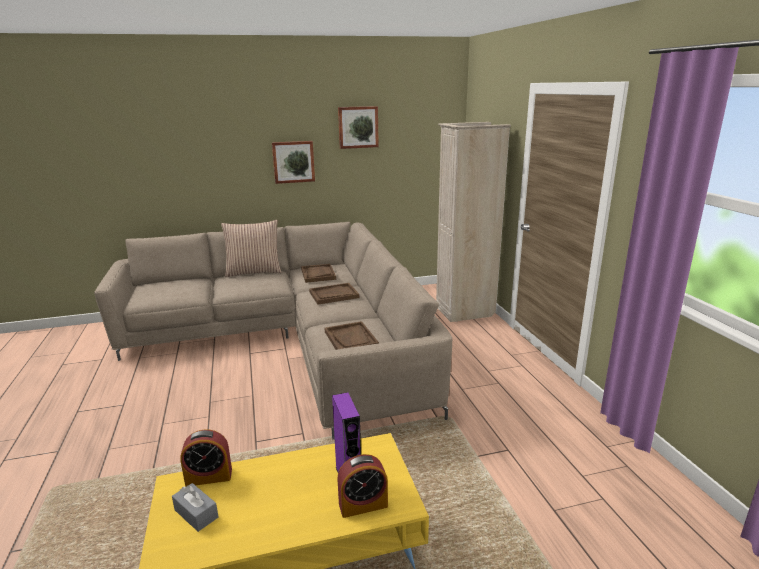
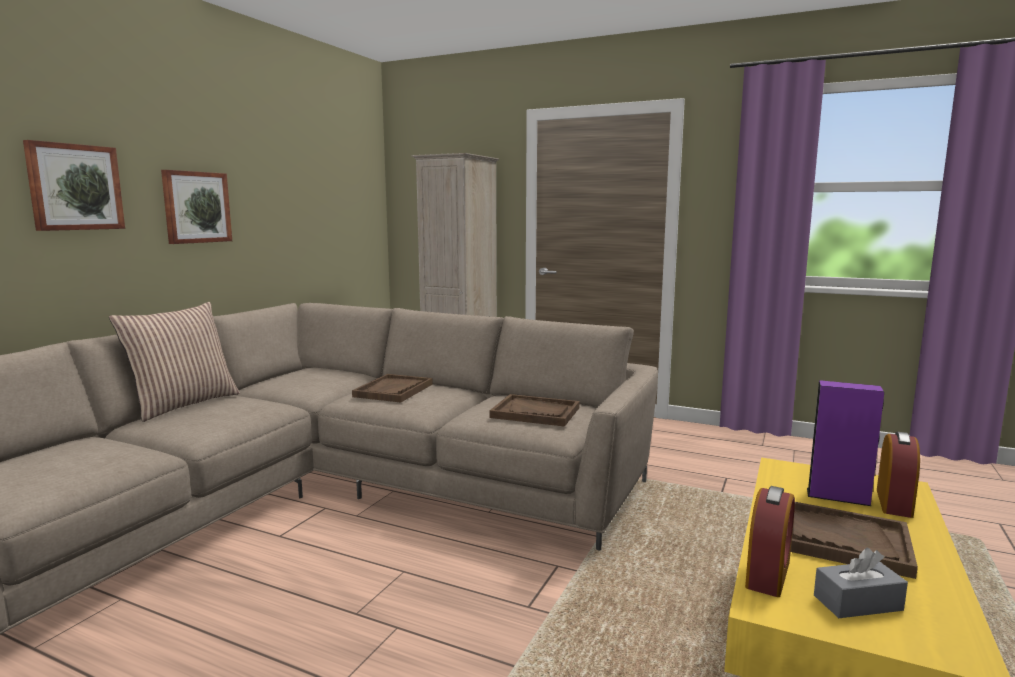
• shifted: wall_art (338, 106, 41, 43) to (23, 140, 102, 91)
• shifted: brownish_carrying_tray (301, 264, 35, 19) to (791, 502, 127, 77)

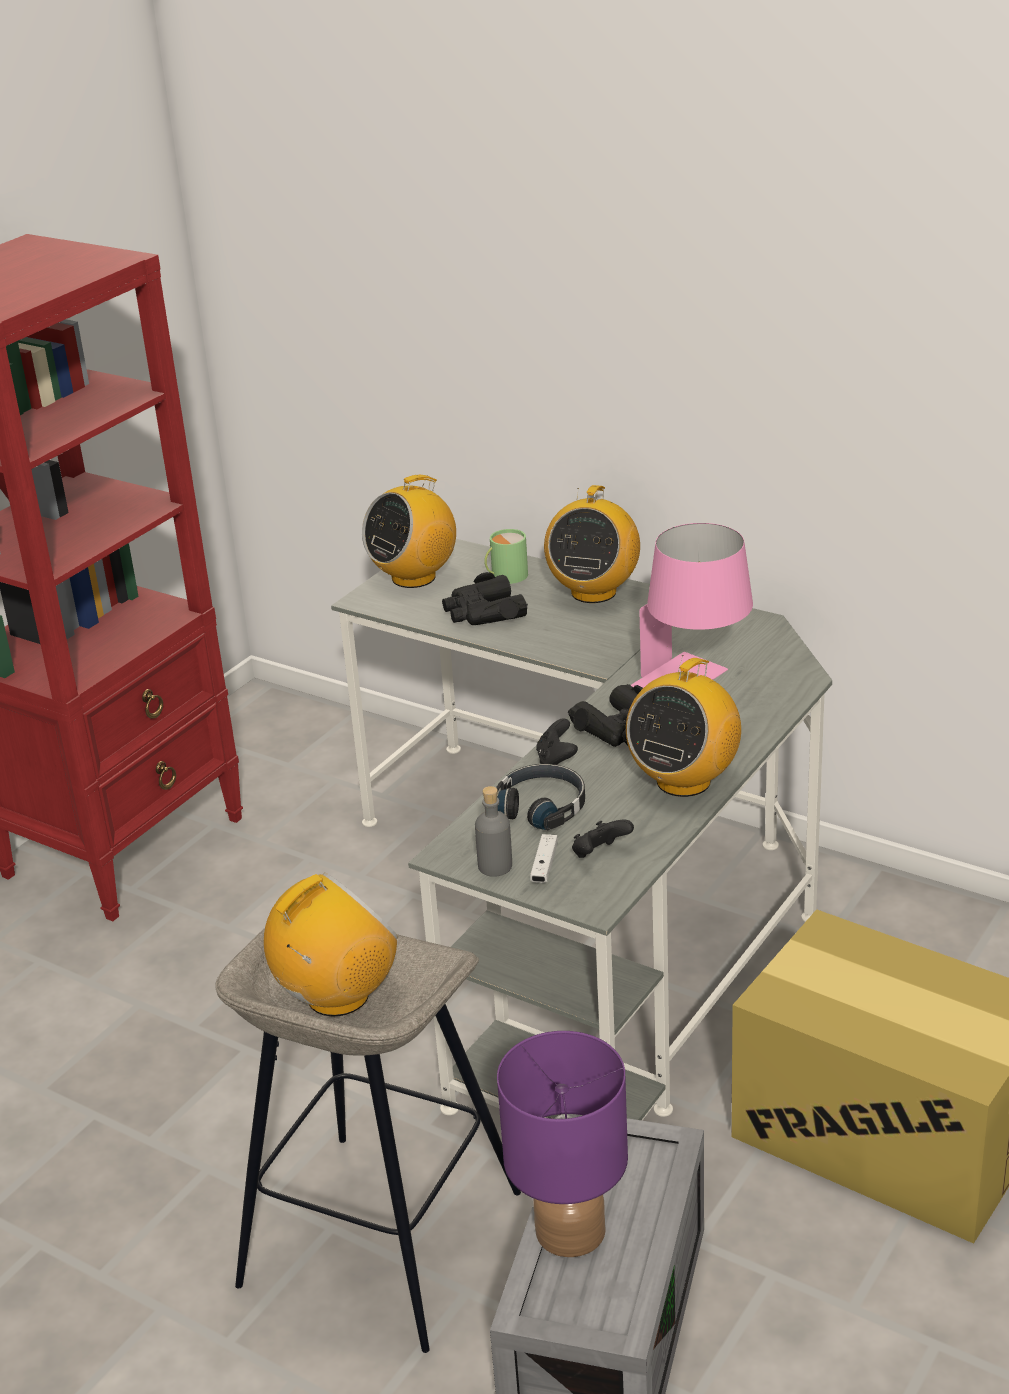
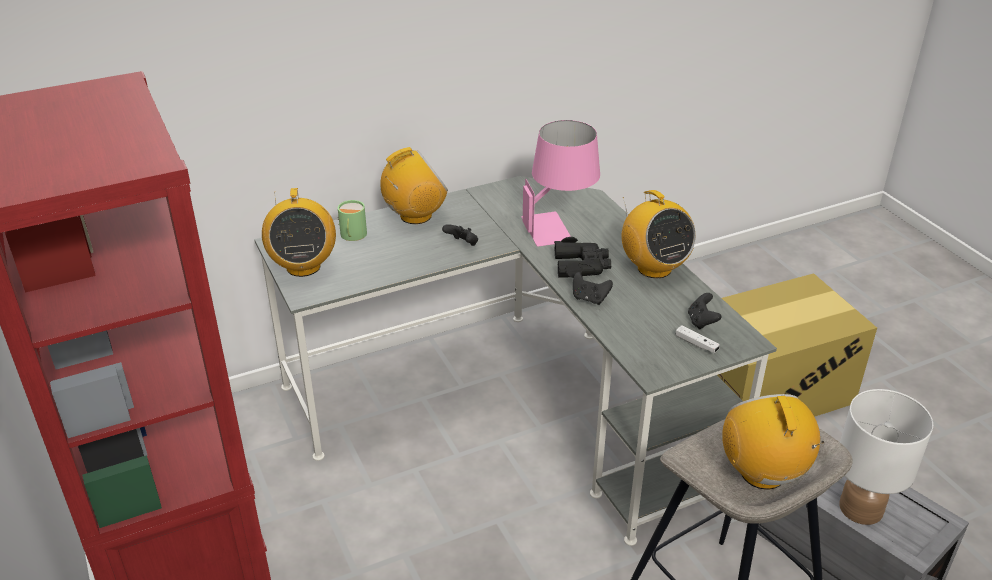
• rotated: radio (544, 485, 96, 118) = (380, 147, 68, 77) 75 degrees counterclockwise
• gone: black-coloured_pair_of_binoculars (442, 572, 86, 53)
• gone: black-coloured_headphones (496, 764, 89, 67)
• gone: gray_bottle (475, 786, 37, 91)
• repainted: purplish_lamp_for_a_table (497, 1031, 131, 226) to white-coloured_lamp_for_a_table (839, 389, 94, 136)
• new: black-coloured_gamepad (442, 224, 36, 22)

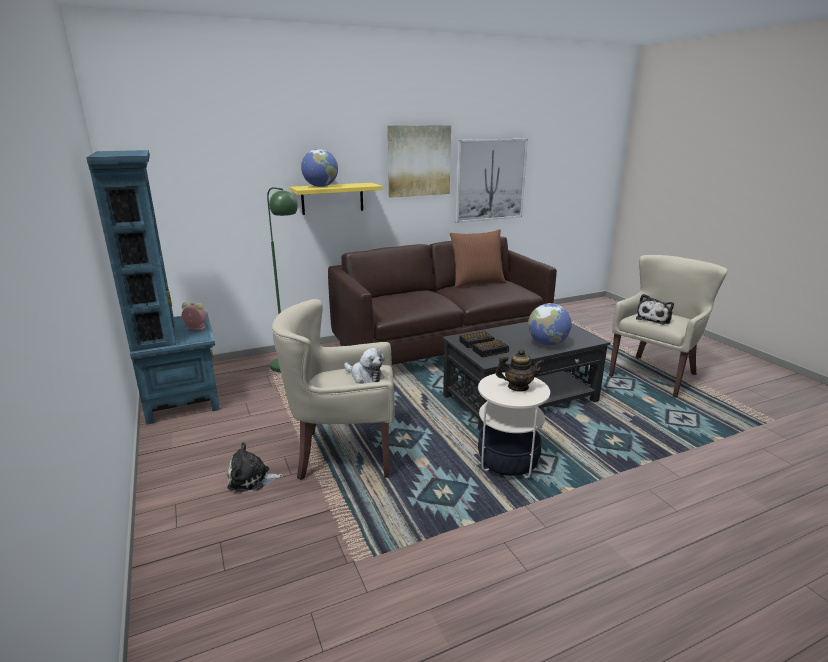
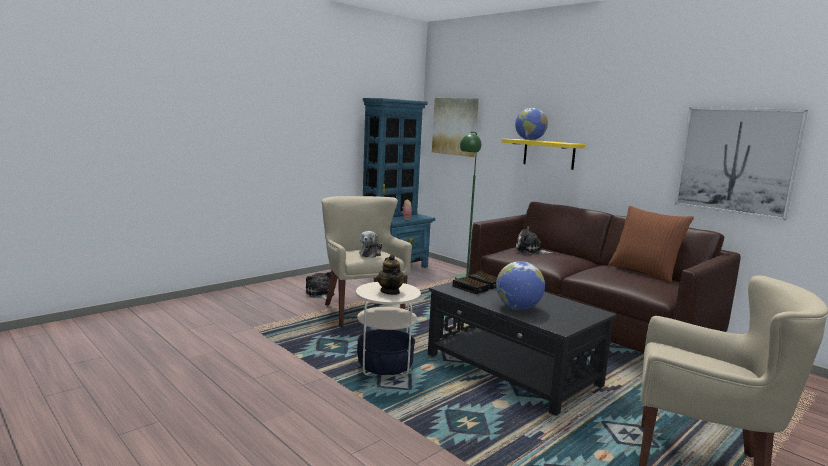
• shifted: wall_art (387, 125, 64, 73) to (432, 98, 47, 59)
• shifted: soft_toy (636, 294, 38, 30) to (516, 226, 36, 28)

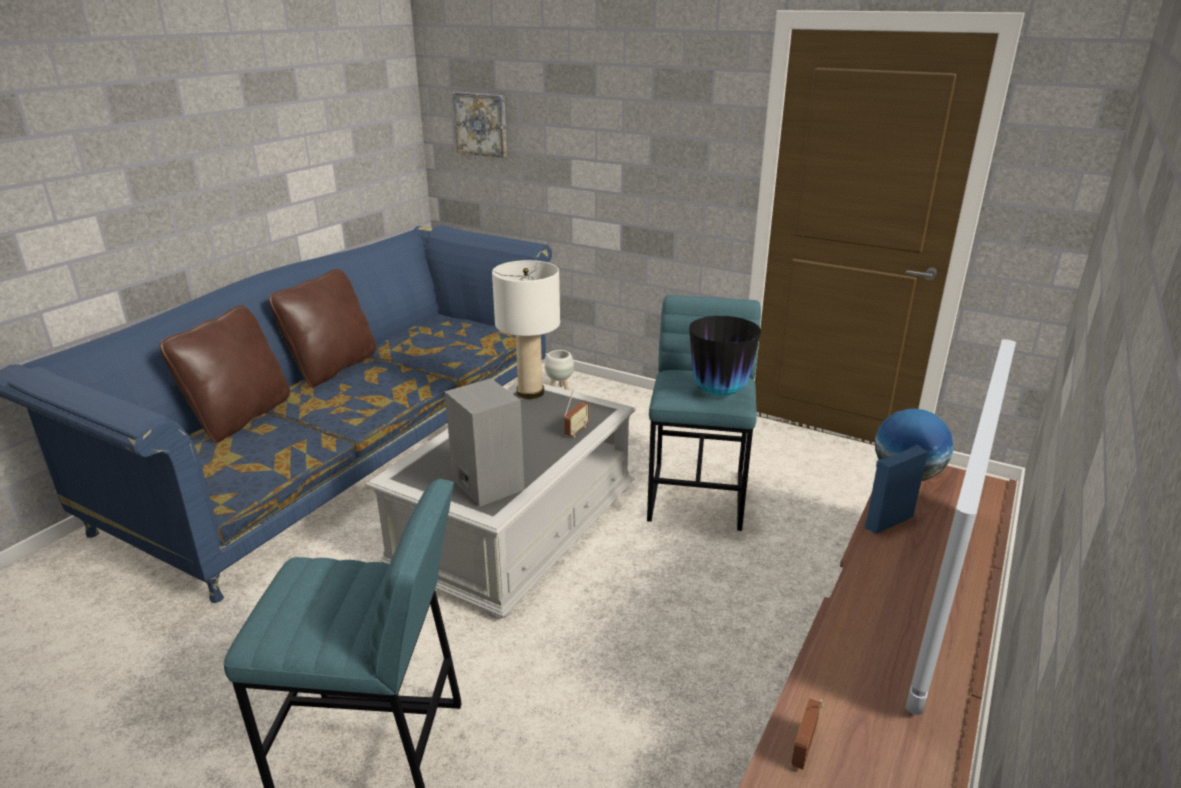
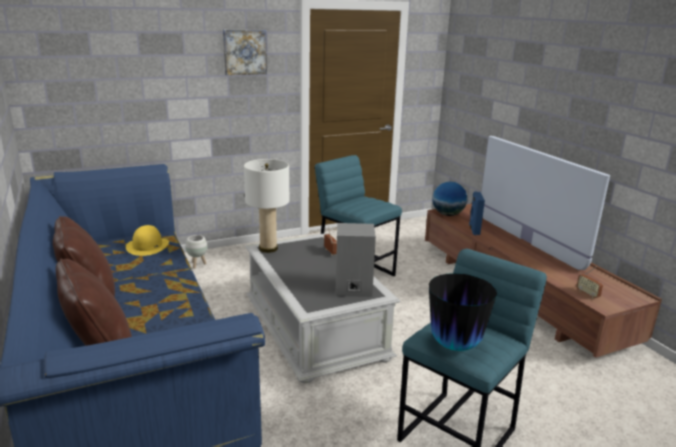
• shifted: wall_art (453, 92, 54, 66) to (223, 30, 44, 45)
• shifted: decorative_vase (689, 316, 72, 80) to (429, 273, 68, 78)
• new: yellowish_hat (126, 225, 43, 31)

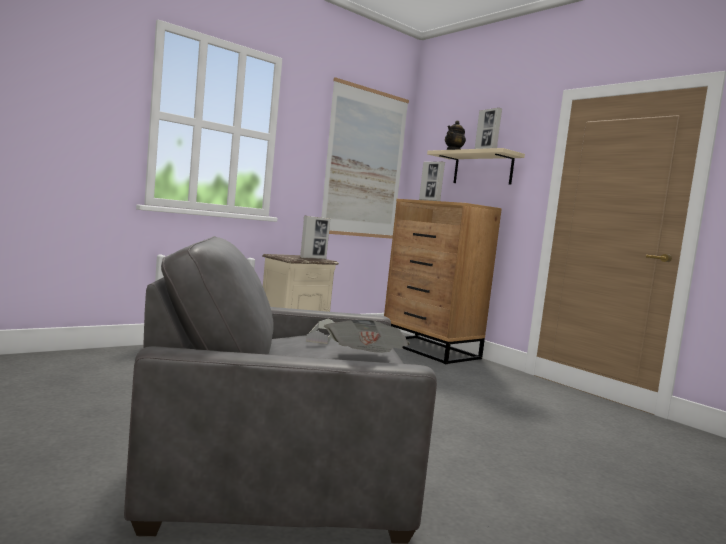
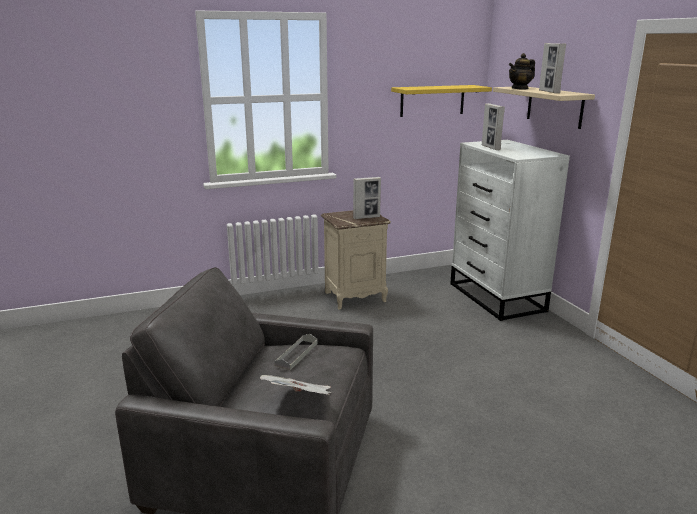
• swapped: wall_art (321, 77, 88, 162) to yellowish_bracket_shelf (391, 85, 101, 32)
• repainted: brownish_drawer_chest (384, 199, 118, 165) to white-coloured_drawer_chest (450, 140, 120, 181)

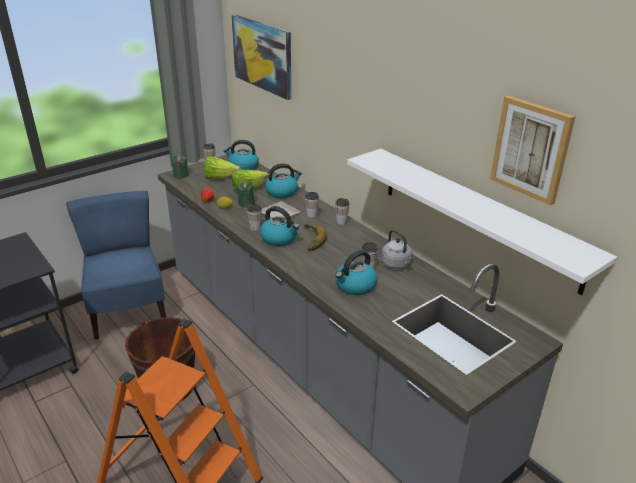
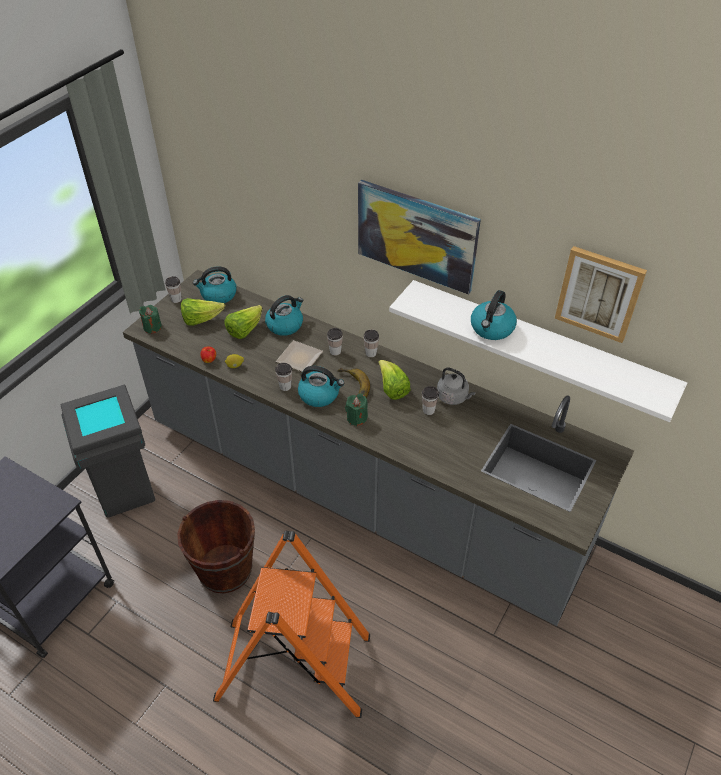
• shifted: wall_art (231, 15, 61, 85) to (358, 180, 123, 115)
• shifted: greenish_candle (237, 182, 18, 25) to (345, 394, 23, 32)
• swapped: blue_plain_chair (66, 191, 100, 148) to gray_trash_can (61, 385, 94, 133)
• shifted: kettle (335, 250, 42, 45) to (471, 290, 46, 50)
• new: head_of_lettuce (378, 360, 33, 40)

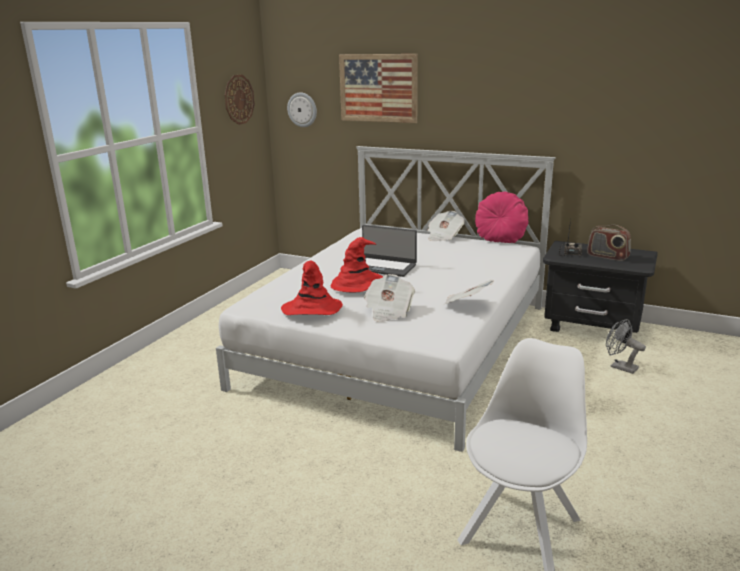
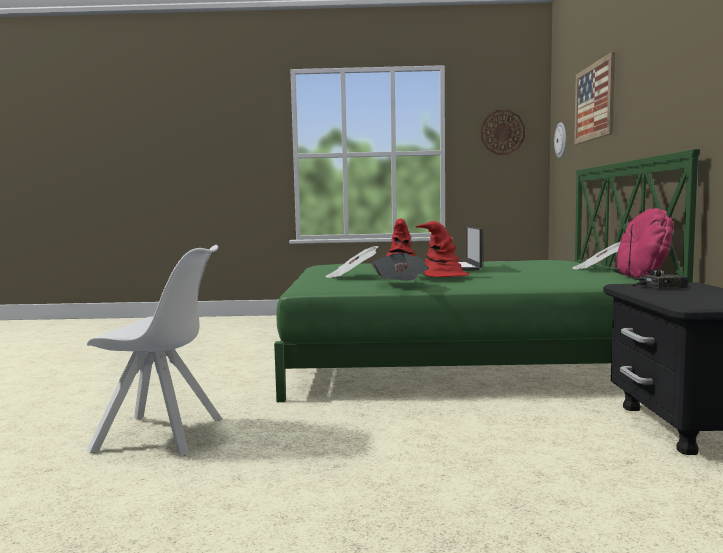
• repainted: white-coloured_bedroom_bed (216, 146, 340, 306) to greenish_bedroom_bed (274, 149, 426, 253)
• gone: radio (587, 225, 44, 36)
• shifted: reddish_hat (281, 261, 62, 54) to (415, 221, 54, 56)
• gone: gray_fan (606, 319, 40, 55)

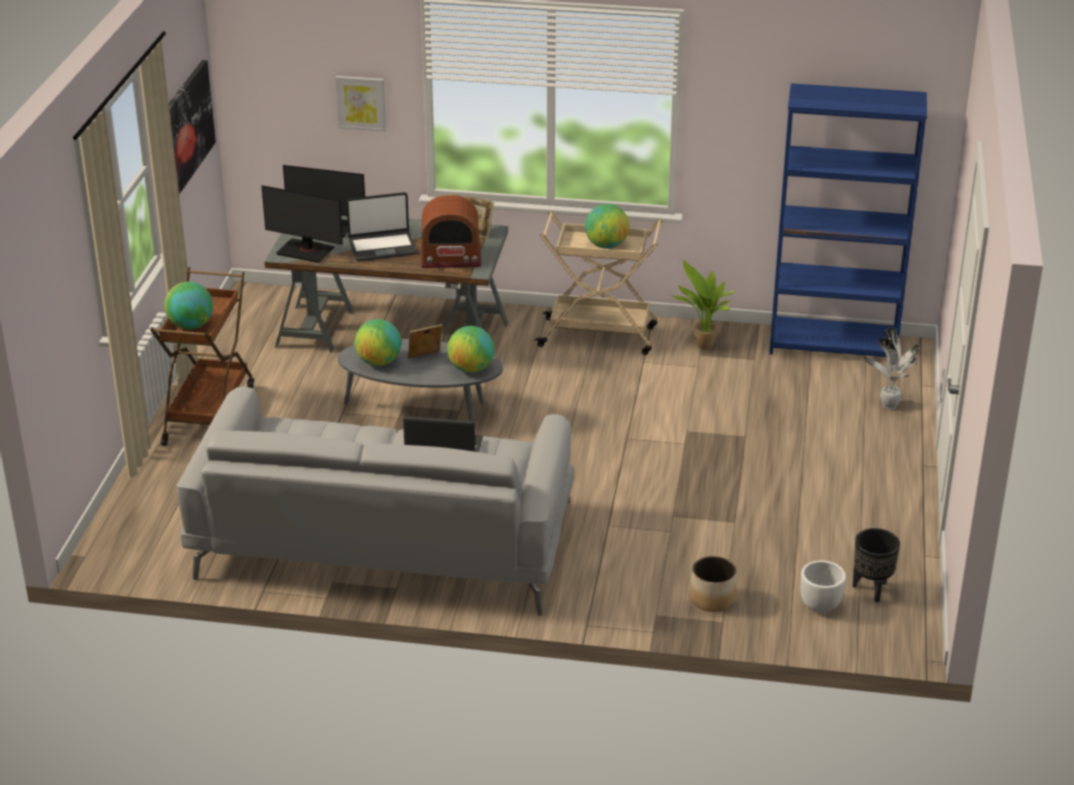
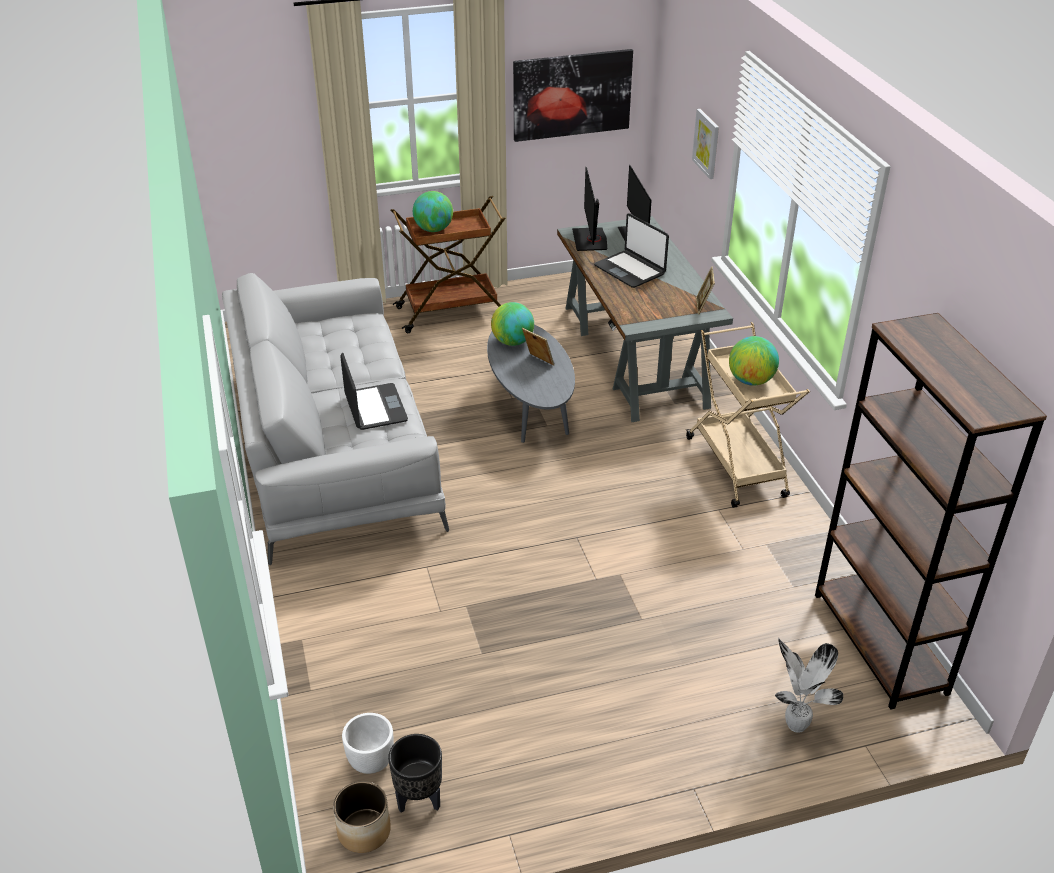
• repainted: blue_shelving_unit (769, 83, 158, 274) to brownish_shelving_unit (815, 313, 232, 397)
• gone: radio (421, 195, 60, 73)
• gone: houseplant (672, 260, 64, 90)
• gone: world_globe (447, 326, 47, 47)
• shifted: planter (690, 556, 46, 56) to (333, 781, 58, 72)

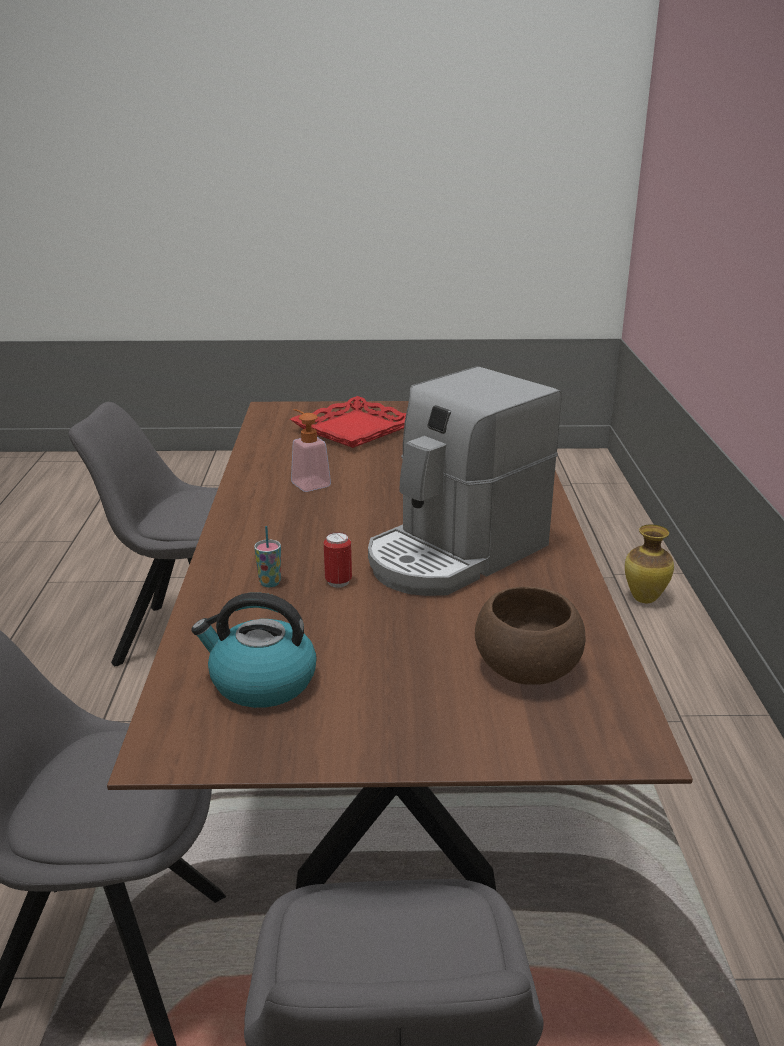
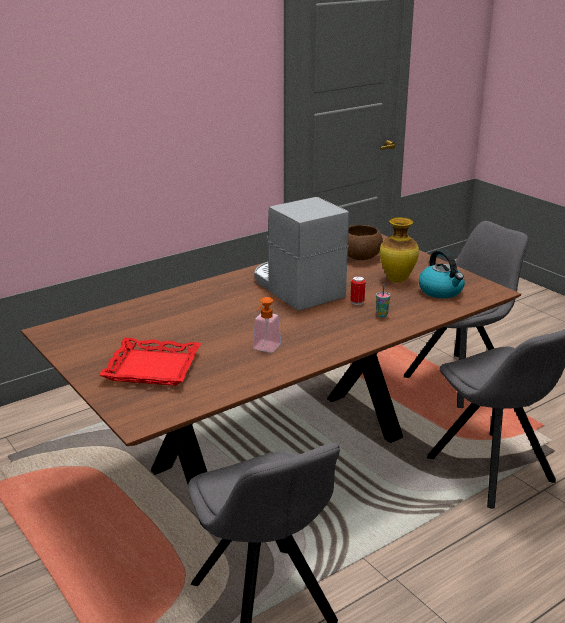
• rotated: coffee_maker (368, 367, 194, 229) = (254, 197, 95, 114) 135 degrees counterclockwise
• shifted: decorative_vase (625, 524, 49, 79) to (380, 217, 39, 66)

